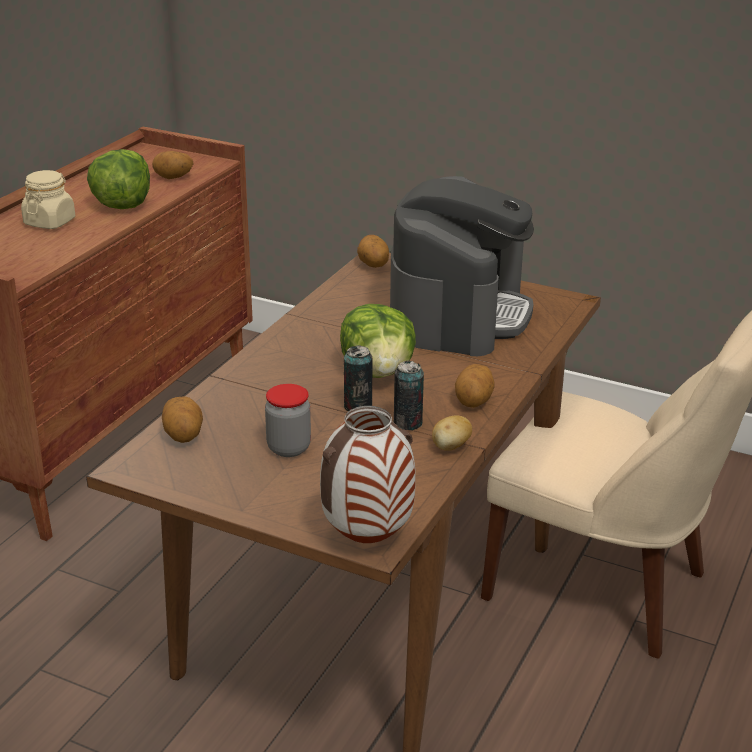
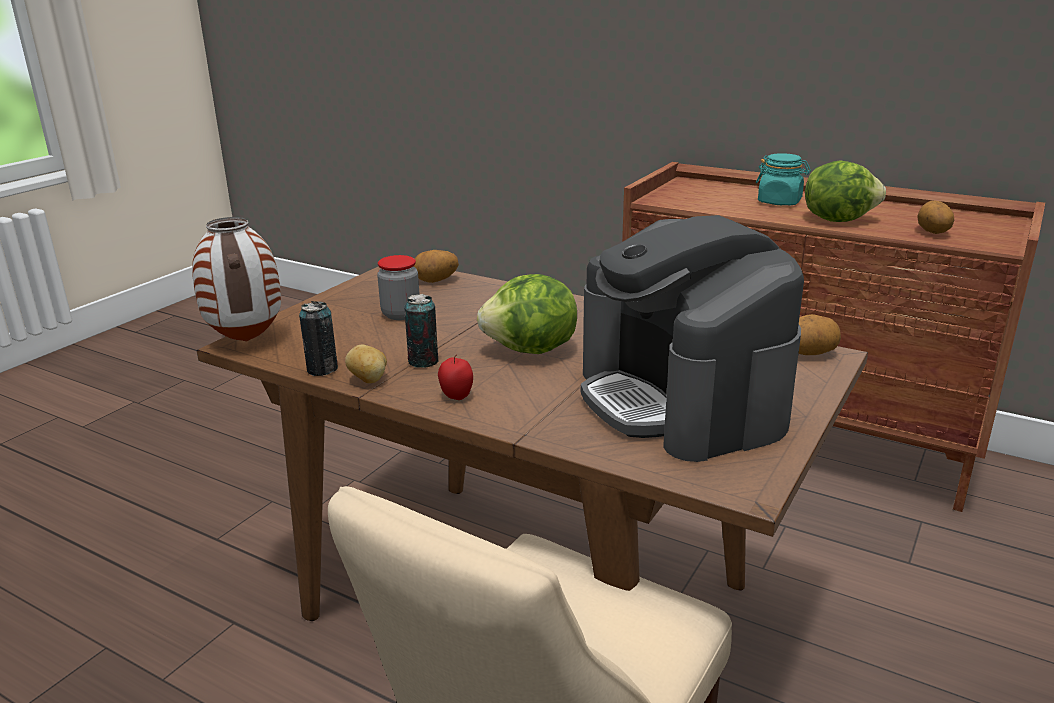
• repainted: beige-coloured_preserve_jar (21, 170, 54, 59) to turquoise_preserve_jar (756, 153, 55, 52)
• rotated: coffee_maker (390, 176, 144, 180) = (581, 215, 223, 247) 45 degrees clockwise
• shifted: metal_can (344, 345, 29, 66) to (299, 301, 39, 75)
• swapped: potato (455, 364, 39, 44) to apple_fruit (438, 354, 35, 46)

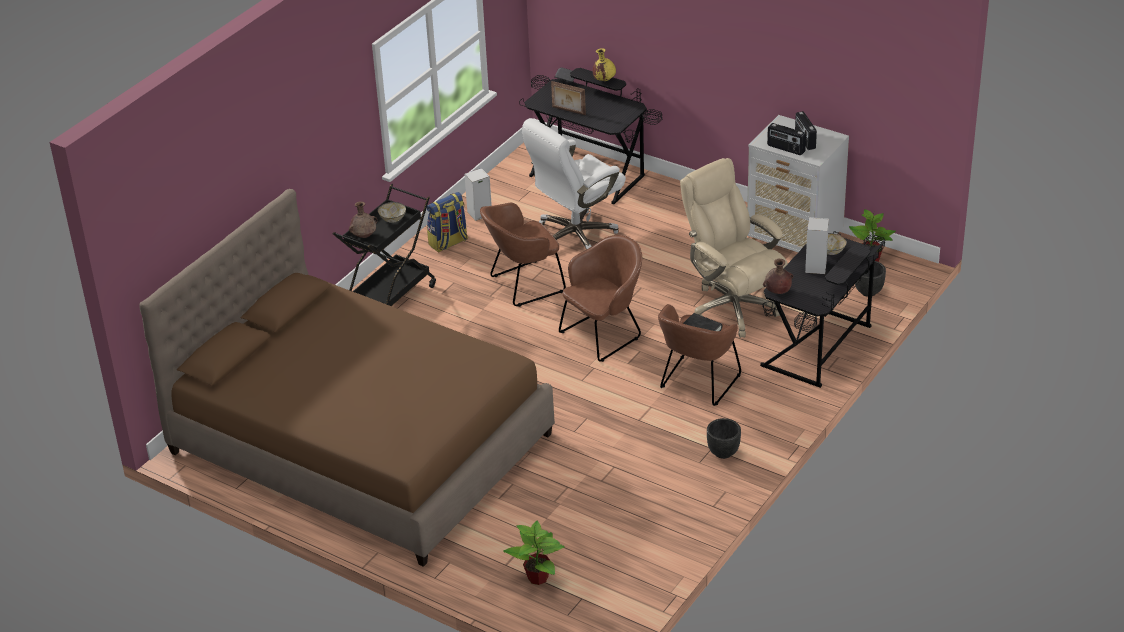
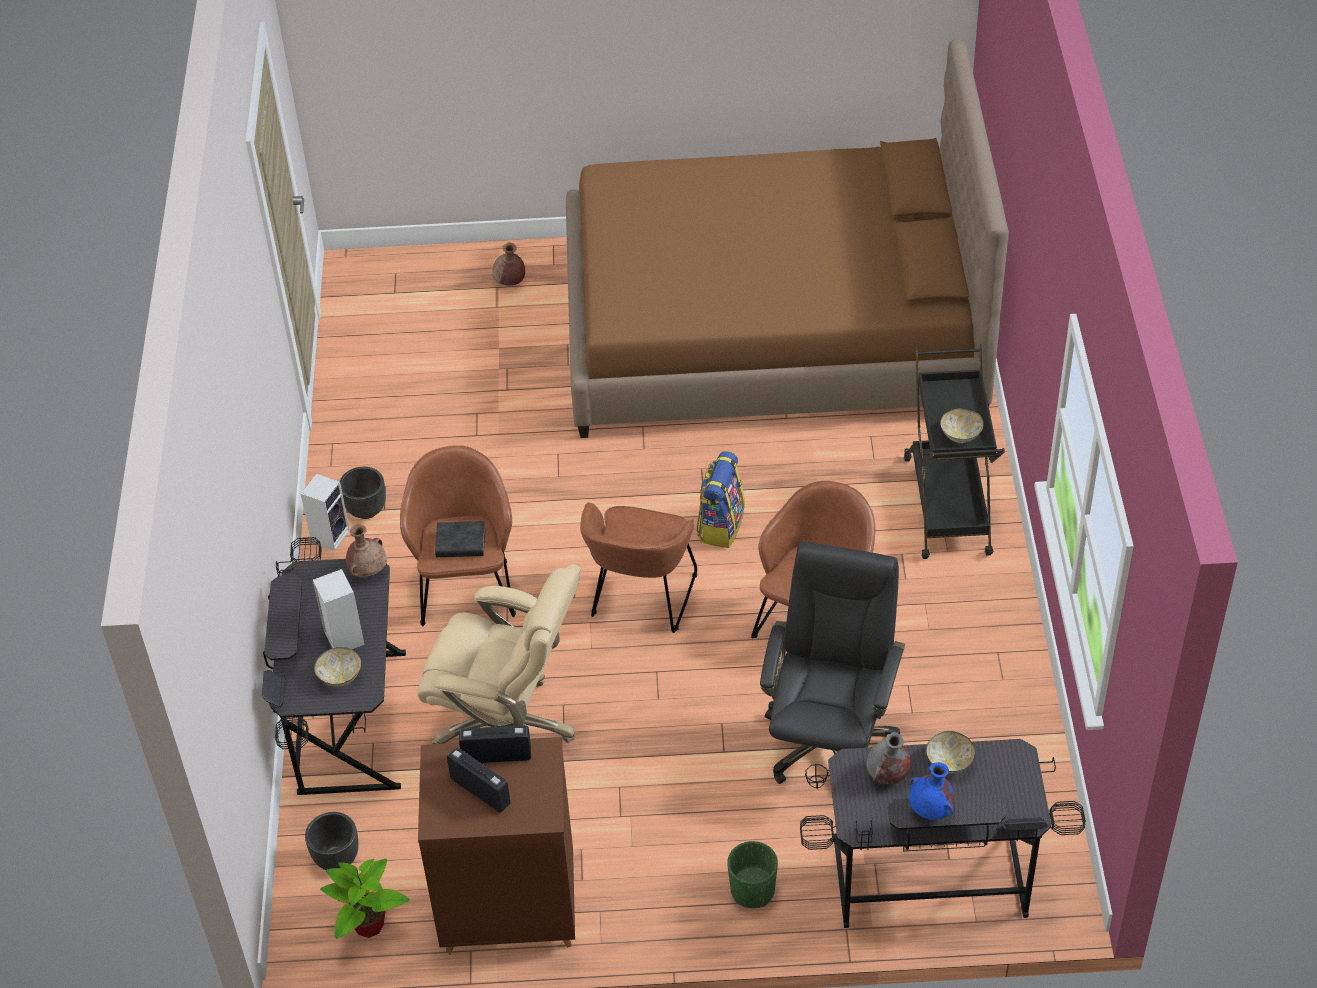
• repainted: yellowish_decorative_vase (593, 48, 23, 33) to blue_decorative_vase (909, 762, 46, 58)
• swapped: photo_frame (551, 81, 35, 34) to serving_bowl (926, 731, 49, 42)
• repainted: white-coloured_drawer_chest (747, 115, 102, 137) to brownish_drawer_chest (418, 737, 157, 218)
• repainted: white-coloured_computer_chair (522, 118, 104, 132) to black-coloured_computer_chair (760, 541, 145, 243)
• shifted: audio_speaker (464, 168, 28, 53) to (301, 474, 49, 77)
• shifted: backpack (427, 192, 41, 61) to (696, 451, 49, 97)
• shifted: brownish_decorative_vase (349, 201, 28, 37) to (492, 243, 33, 43)
• gone: houseplant (503, 521, 62, 64)
• new: gray_decorative_vase (867, 732, 44, 53)
• new: greenish_planter (727, 841, 51, 67)

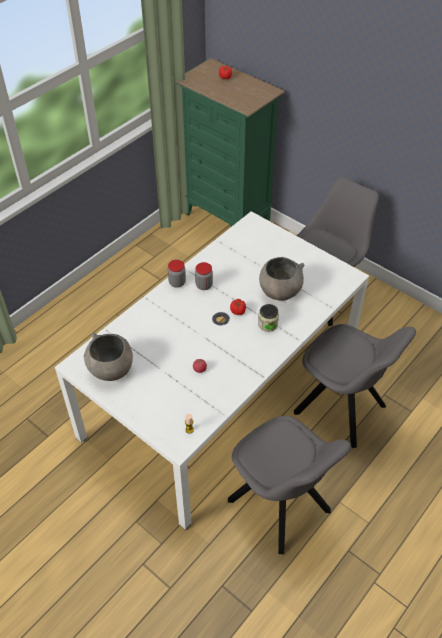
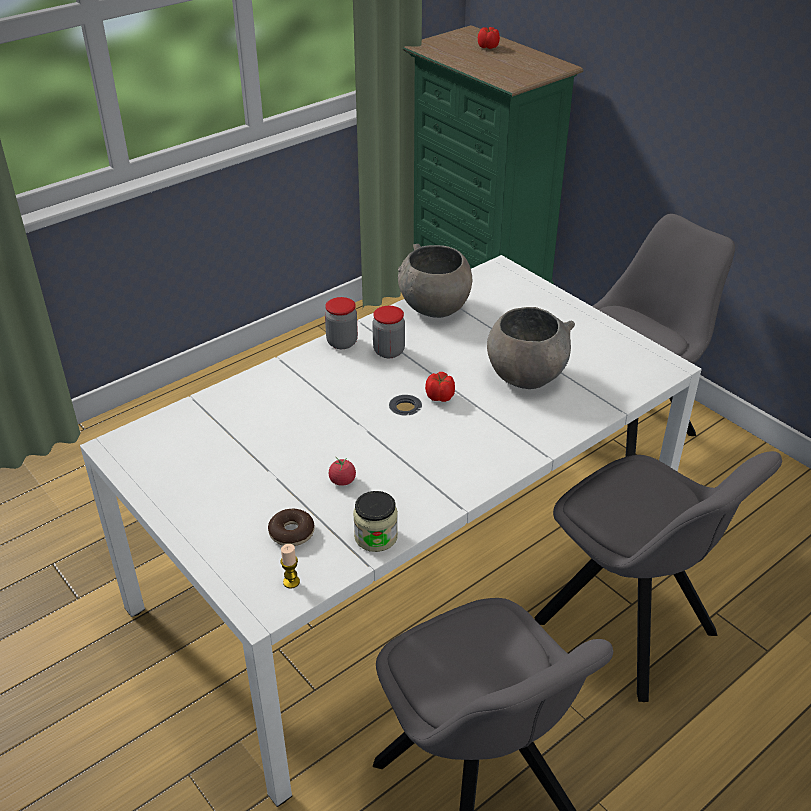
• shifted: preserve_jar (258, 304, 21, 28) to (353, 491, 45, 61)
• shifted: gray_serving_bowl (83, 333, 50, 48) to (398, 244, 74, 74)
• new: donut (268, 509, 47, 37)

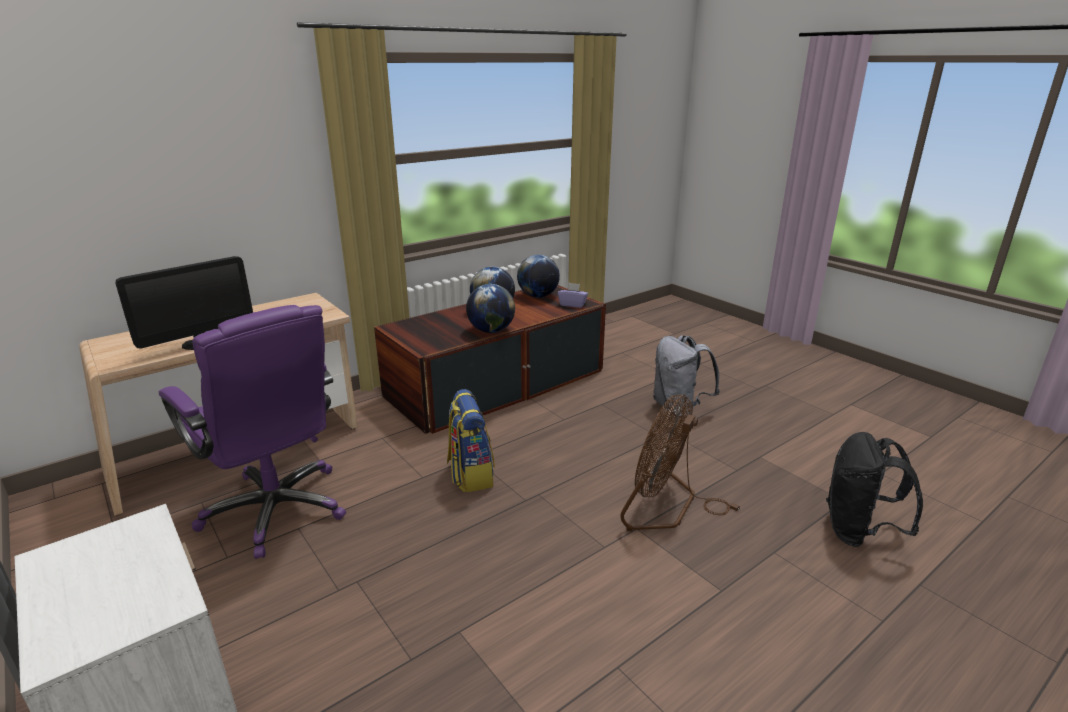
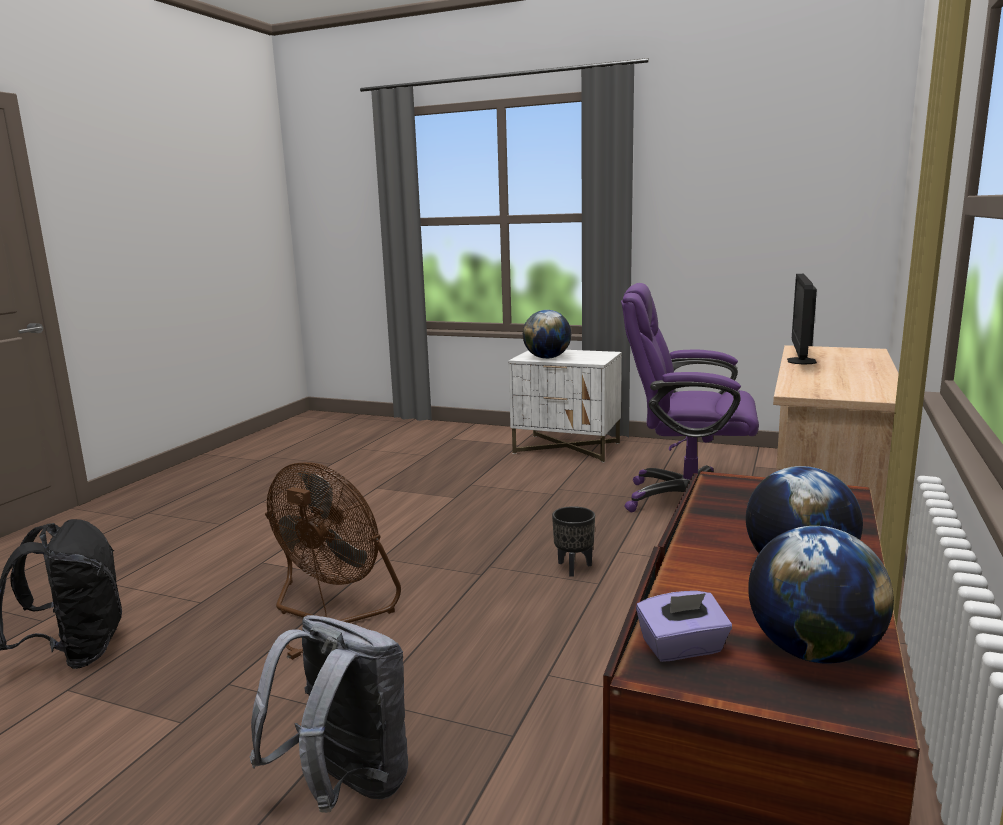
• shifted: world_globe (466, 284, 49, 49) to (523, 310, 48, 49)
• swapped: backpack (447, 389, 48, 103) to black-coloured_planter (552, 506, 43, 71)
• rotated: brownish_fan (621, 394, 120, 138) = (265, 462, 136, 198) 60 degrees counterclockwise

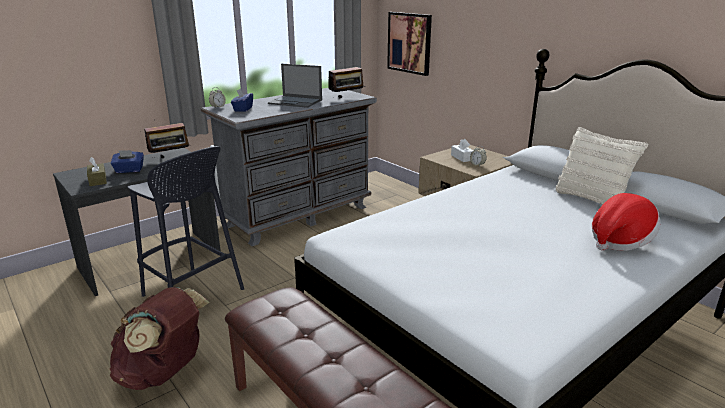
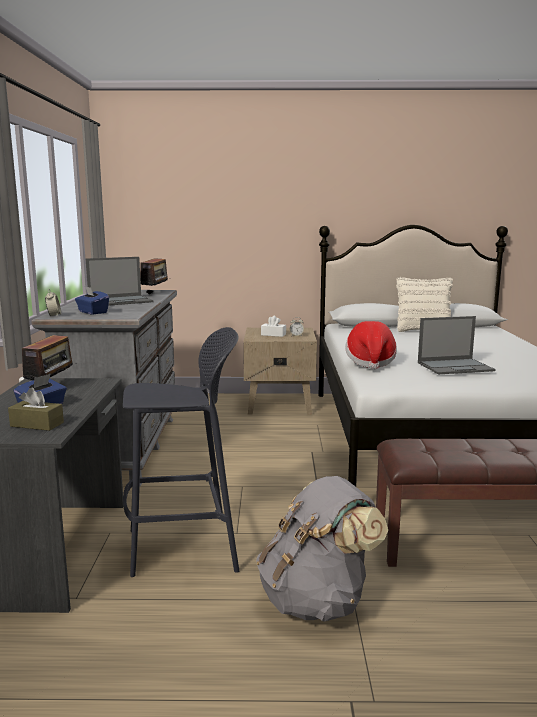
• gone: wall_art (387, 12, 45, 64)
• shifted: hat (592, 193, 69, 58) to (345, 321, 52, 48)
• repainted: brownish_backpack (110, 287, 99, 103) to gray_backpack (256, 476, 132, 146)
• new: notebook_computer (418, 316, 78, 58)

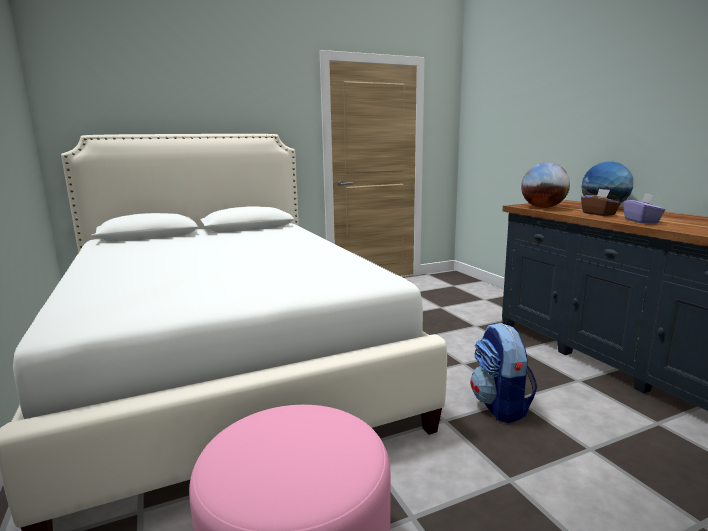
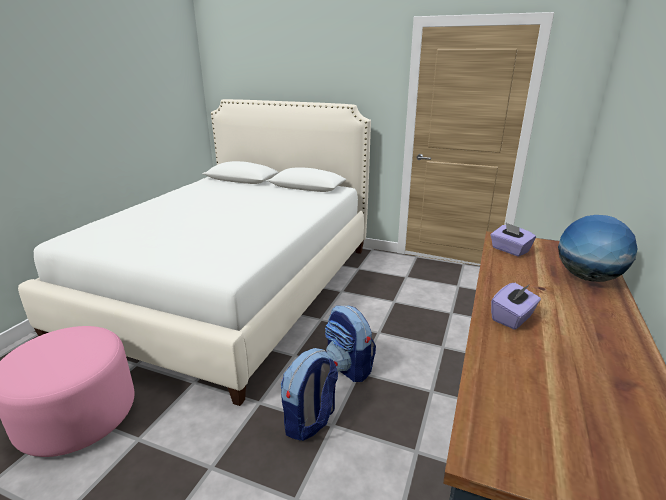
• swapped: world_globe (521, 162, 49, 46) to purplish_tissue_holder (491, 223, 45, 34)
• gone: brownish_tissue_holder (581, 189, 40, 27)
• new: backpack (325, 305, 51, 77)

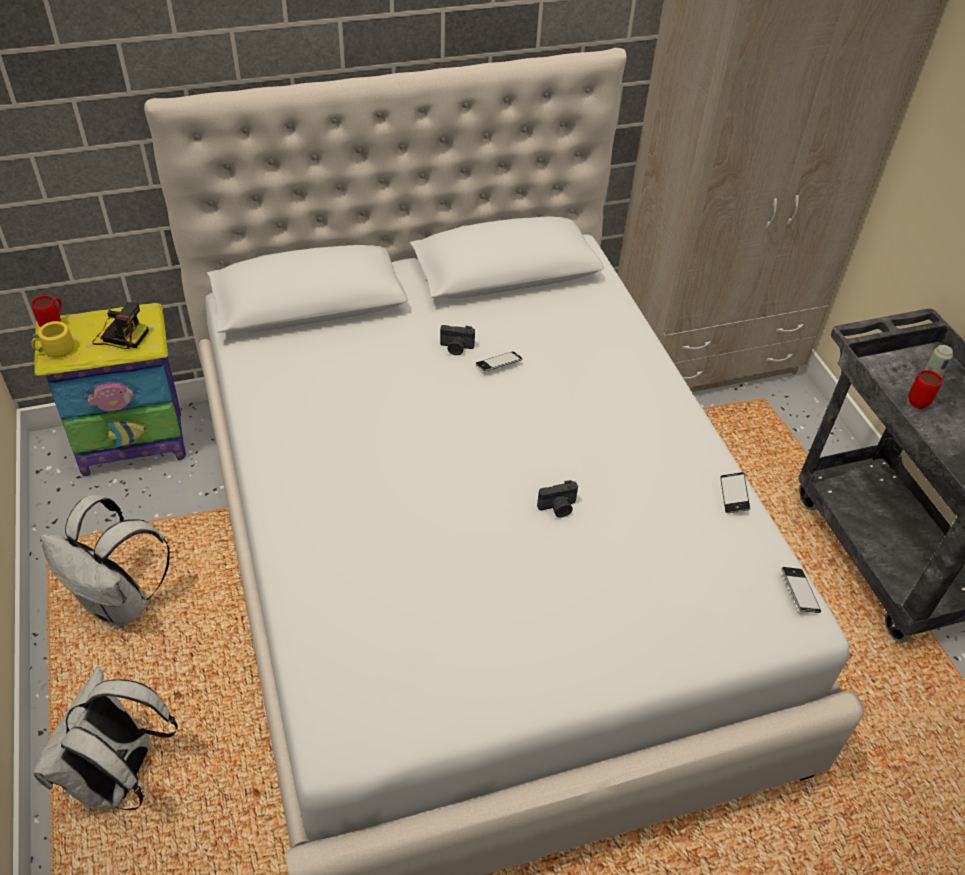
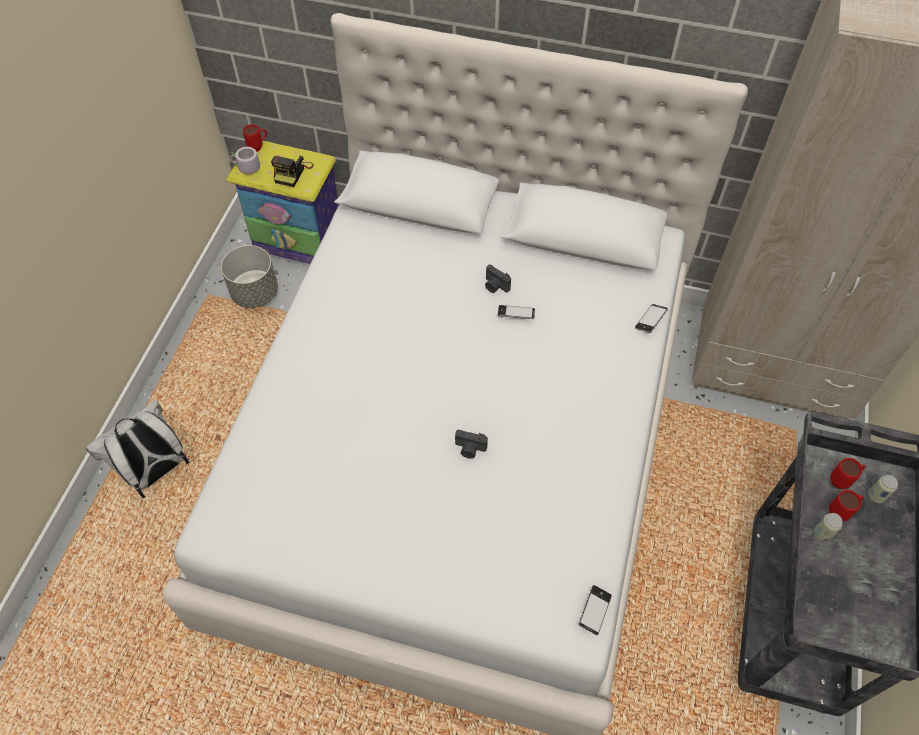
• rotated: photo_camera (92, 302, 57, 47) = (271, 156, 43, 31) 60 degrees clockwise
• repainted: yellowish_coffee_mug (31, 321, 49, 37) to gray_coffee_mug (230, 147, 30, 27)
• shifted: telephone (720, 472, 30, 41) to (635, 304, 33, 29)
• gone: white-coloured_backpack (41, 495, 129, 134)
• new: gray_planter (221, 245, 57, 63)
• new: reddish_coffee_mug (830, 458, 35, 31)
• new: metal_can (814, 513, 29, 29)

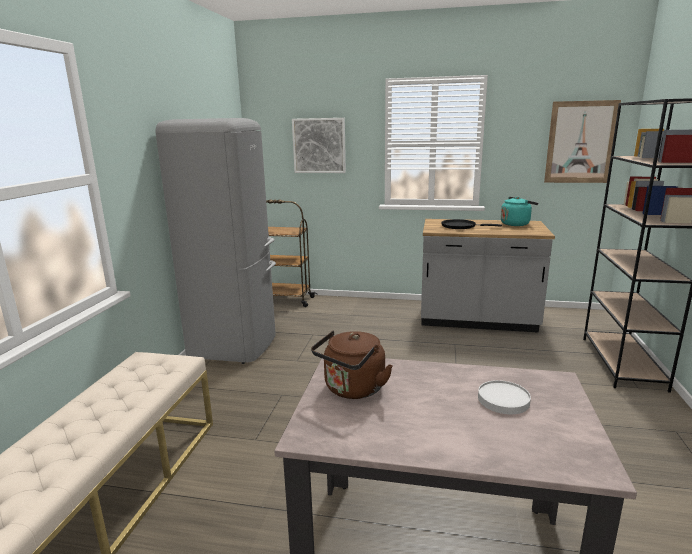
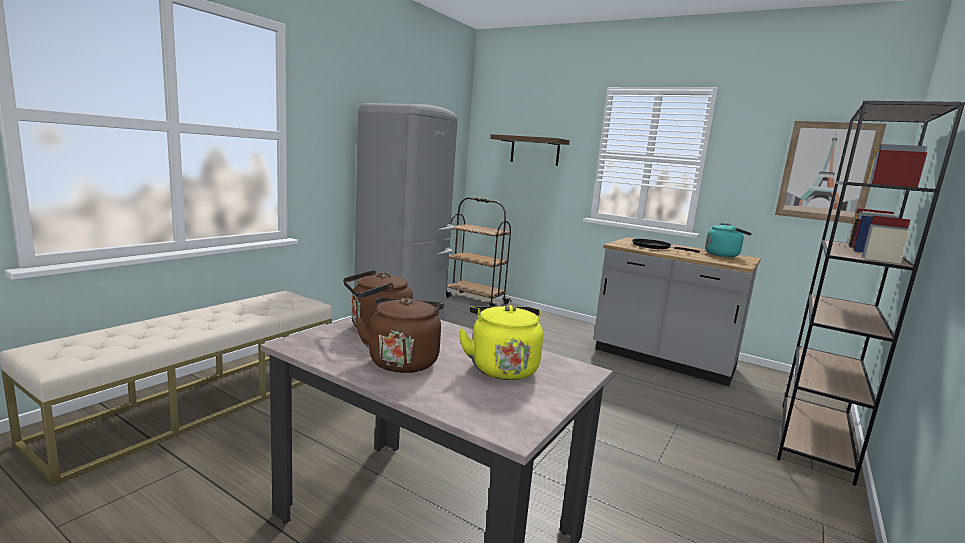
• swapped: wall_art (292, 118, 54, 55) to bracket_shelf (490, 134, 80, 32)
• swapped: white-coloured_dinner_plate (478, 380, 53, 34) to yellowish_kettle (459, 305, 84, 75)
• new: brownish_kettle (355, 297, 89, 76)

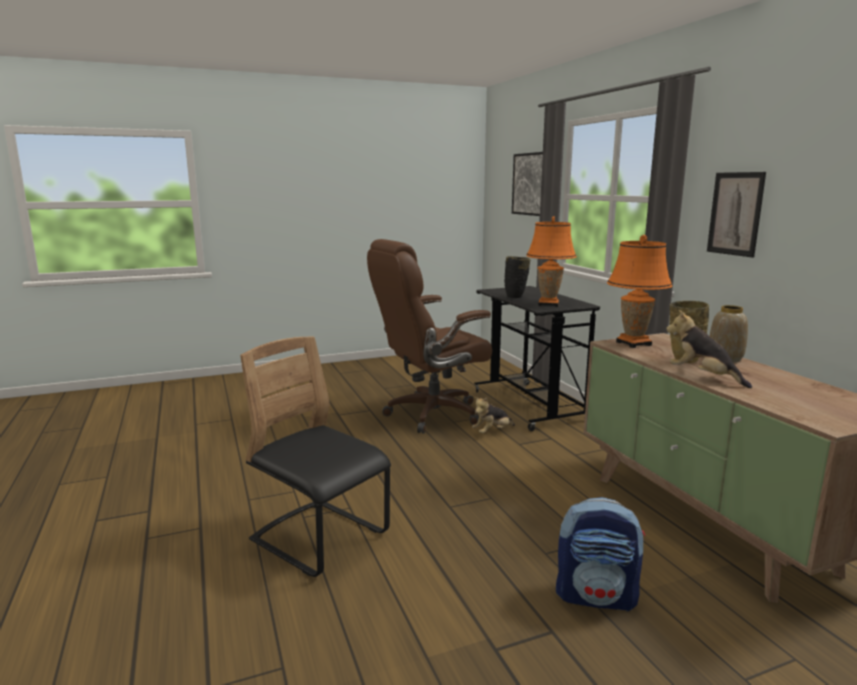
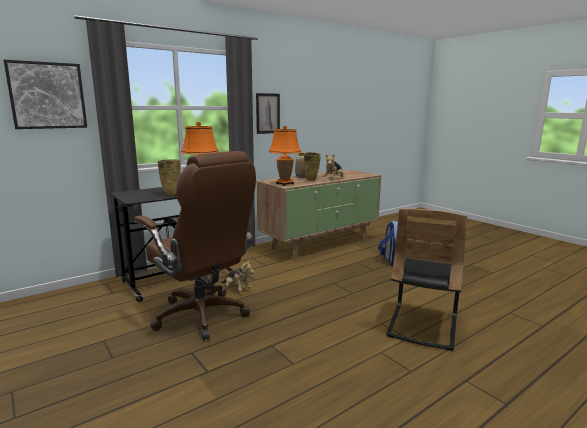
• repainted: black-coloured_decorative_vase (504, 256, 27, 42) to beige-coloured_decorative_vase (158, 159, 23, 36)

